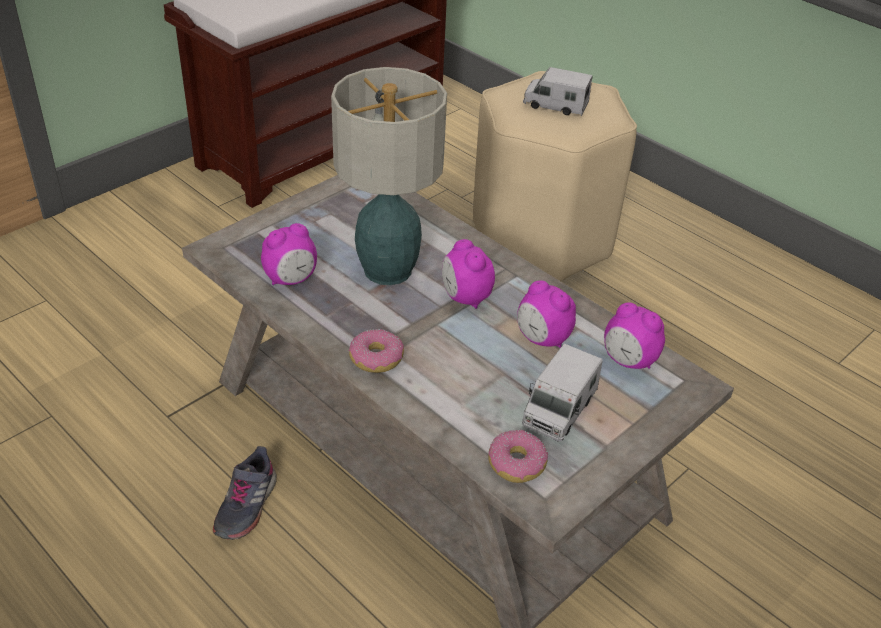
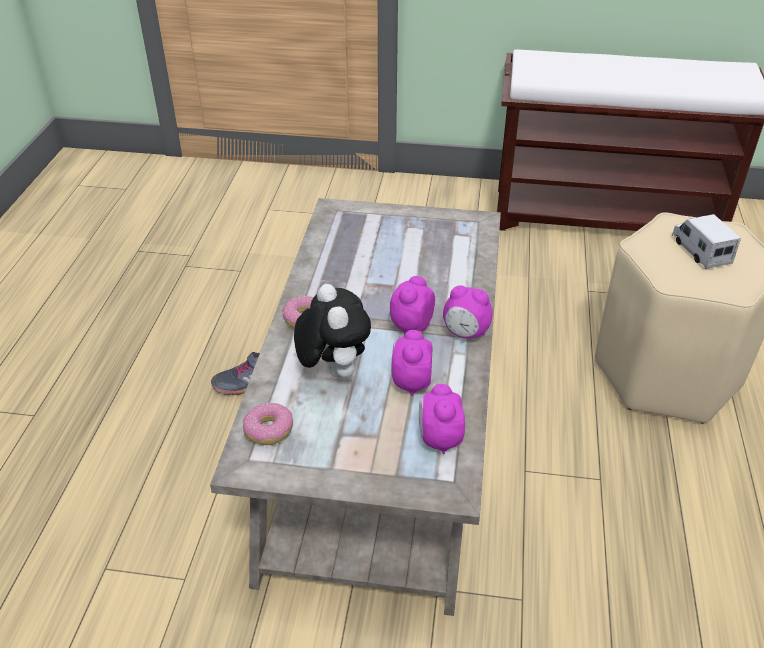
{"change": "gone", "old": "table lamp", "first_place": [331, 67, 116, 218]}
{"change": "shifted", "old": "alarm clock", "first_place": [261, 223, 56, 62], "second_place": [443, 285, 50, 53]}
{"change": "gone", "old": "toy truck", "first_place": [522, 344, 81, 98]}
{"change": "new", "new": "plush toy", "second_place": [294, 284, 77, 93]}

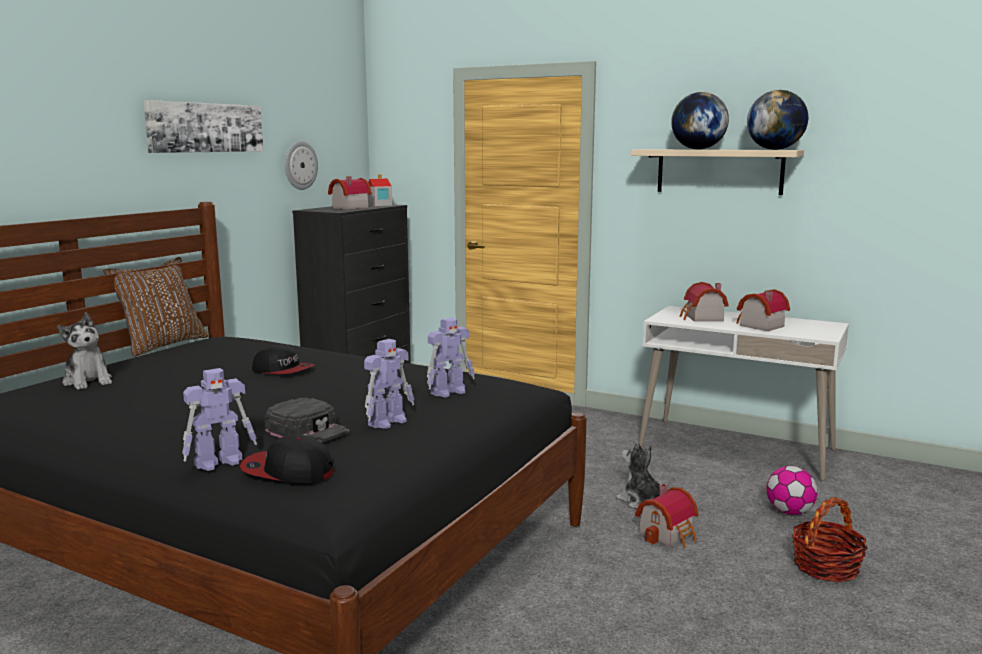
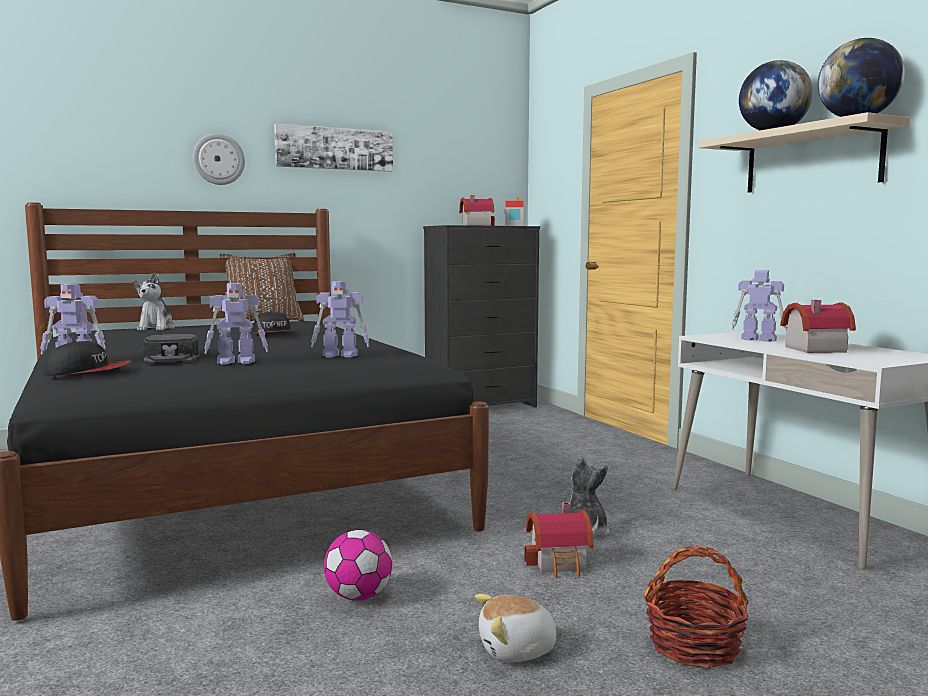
{"change": "shifted", "old": "wall clock", "first_place": [285, 141, 33, 49], "second_place": [193, 133, 52, 52]}
{"change": "swapped", "old": "toy house", "new": "toy robot", "first_place": [679, 282, 50, 40], "second_place": [732, 270, 56, 72]}
{"change": "rotated", "old": "cap", "first_place": [240, 434, 94, 49], "second_place": [44, 341, 87, 35], "degrees": 120}
{"change": "shifted", "old": "football", "first_place": [766, 466, 52, 49], "second_place": [324, 530, 68, 71]}
{"change": "new", "new": "plush toy", "second_place": [475, 594, 89, 68]}

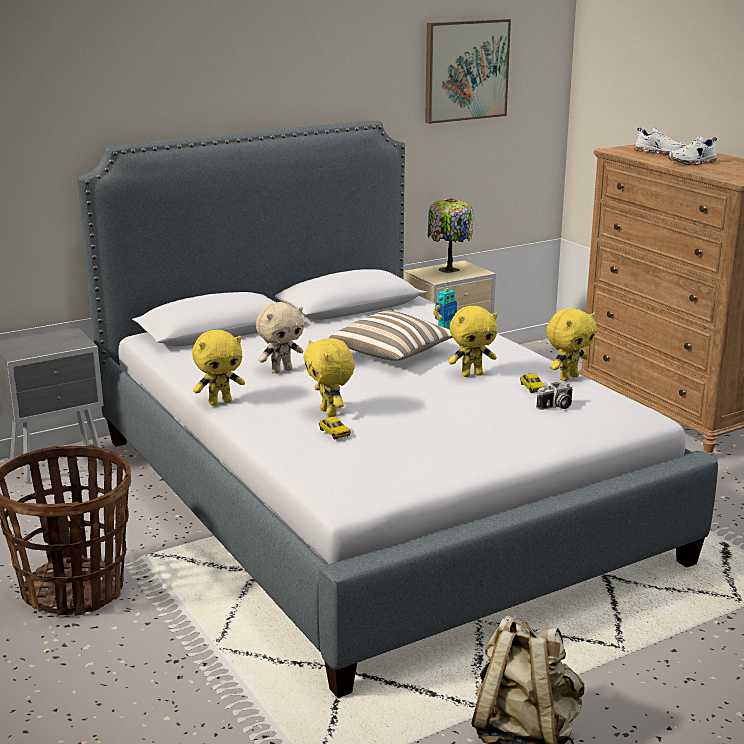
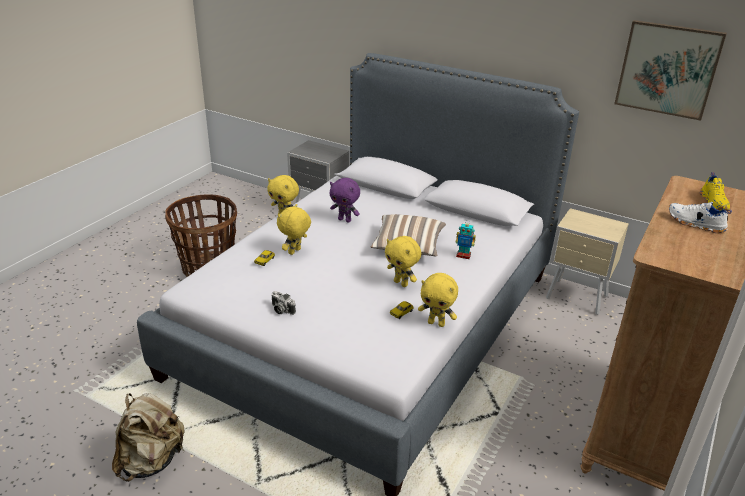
{"change": "repainted", "old": "shoe (white)", "new": "shoe (yellow)", "first_place": [634, 128, 52, 27], "second_place": [700, 172, 30, 39]}
{"change": "gone", "old": "table lamp", "first_place": [428, 198, 46, 75]}
{"change": "repainted", "old": "plush toy (beige)", "new": "plush toy (purple)", "first_place": [256, 302, 48, 72], "second_place": [330, 178, 30, 45]}
{"change": "shifted", "old": "photo camera", "first_place": [536, 382, 37, 28], "second_place": [272, 291, 24, 24]}

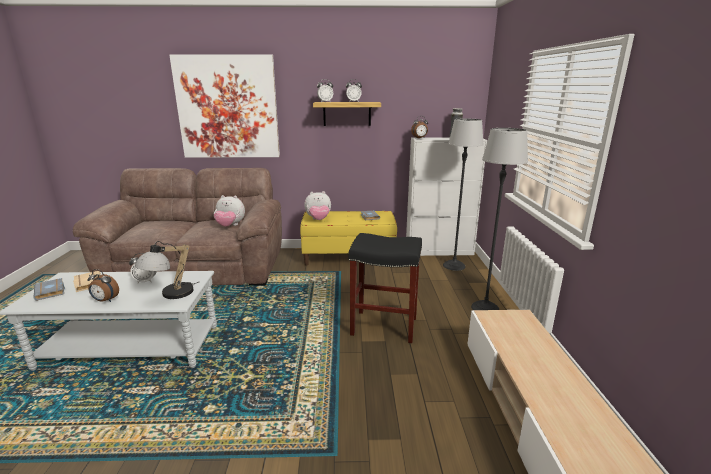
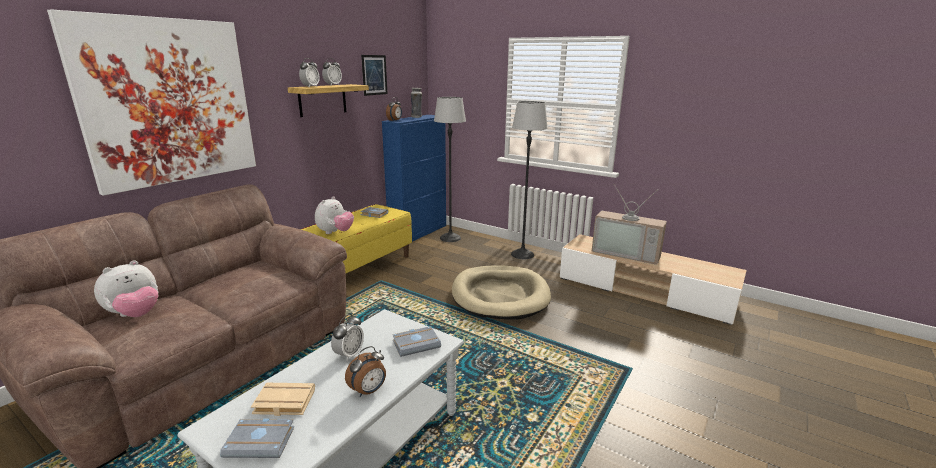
{"change": "repainted", "old": "cabinet (white)", "new": "cabinet (blue)", "first_place": [406, 137, 81, 119], "second_place": [382, 115, 64, 126]}
{"change": "shifted", "old": "plush toy", "first_place": [214, 195, 31, 32], "second_place": [94, 260, 64, 57]}
{"change": "swapped", "old": "stool (black)", "new": "dog bed (beige)", "first_place": [348, 233, 74, 110], "second_place": [452, 265, 99, 55]}
{"change": "swapped", "old": "table lamp", "new": "book (grey)", "first_place": [135, 241, 64, 58], "second_place": [392, 326, 49, 31]}
{"change": "new", "new": "picture", "second_place": [361, 55, 26, 41]}
{"change": "new", "new": "television", "second_place": [592, 186, 75, 79]}

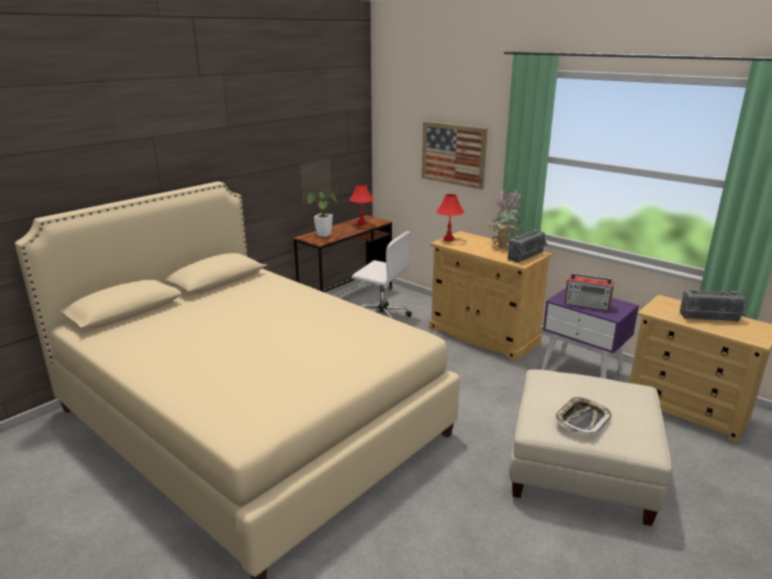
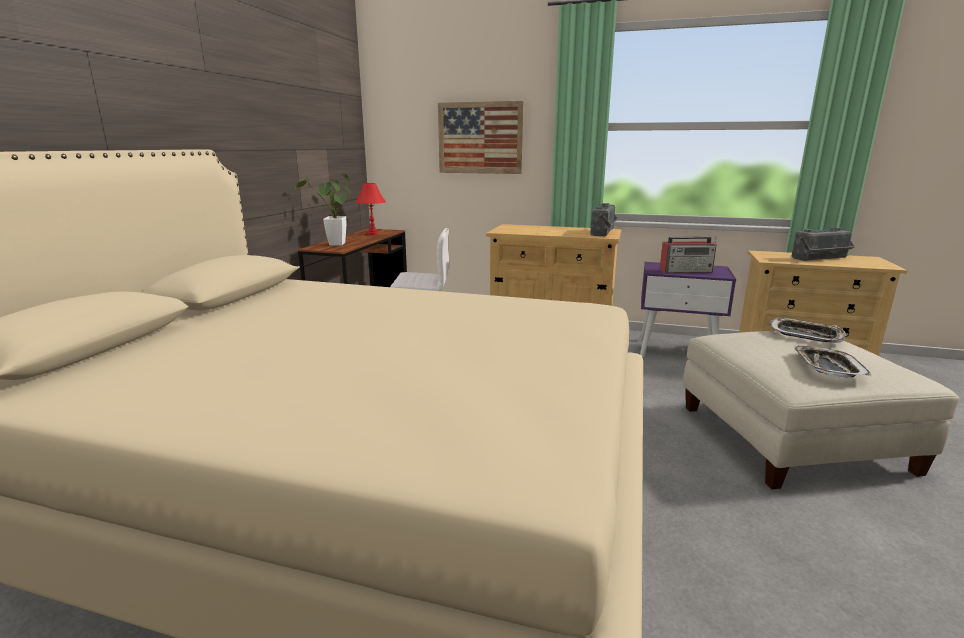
{"change": "gone", "old": "potted plant", "first_place": [489, 188, 34, 62]}
{"change": "gone", "old": "table lamp (red)", "first_place": [436, 194, 28, 47]}
{"change": "new", "new": "tray", "second_place": [769, 318, 77, 25]}

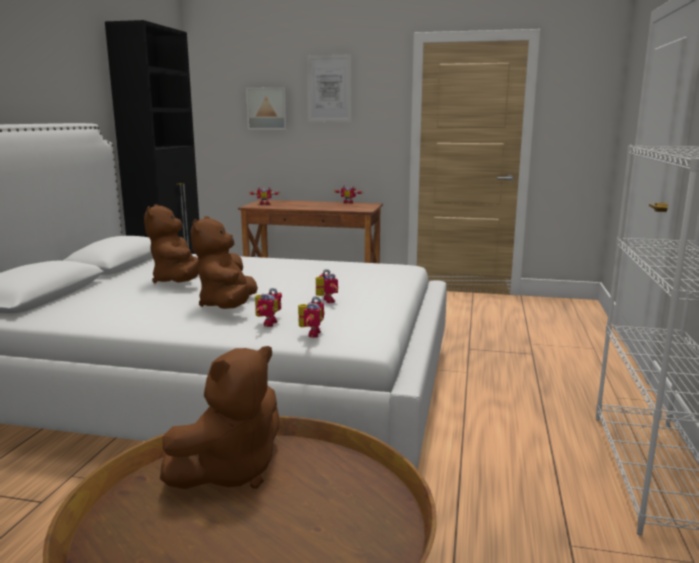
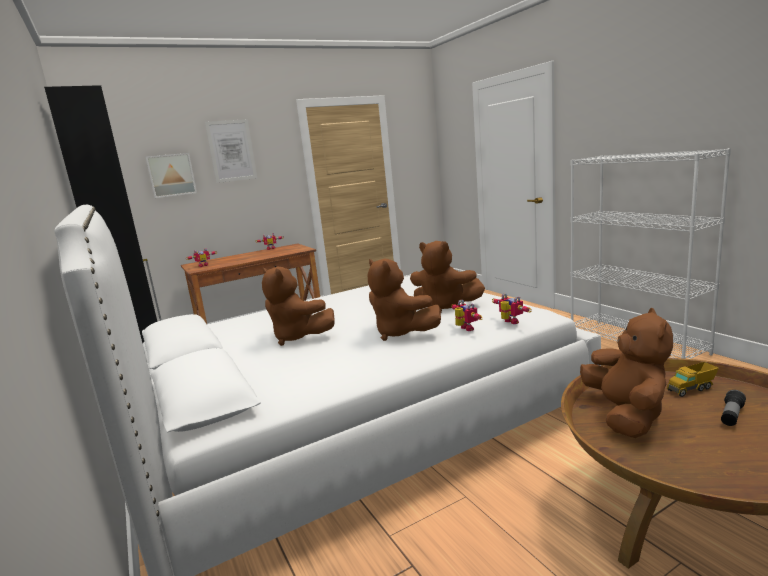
{"change": "swapped", "old": "toy robot", "new": "plush toy (brown)", "first_place": [316, 269, 22, 34], "second_place": [410, 241, 75, 71]}
{"change": "new", "new": "toy truck", "second_place": [667, 362, 52, 35]}
{"change": "new", "new": "flashlight", "second_place": [721, 390, 25, 36]}

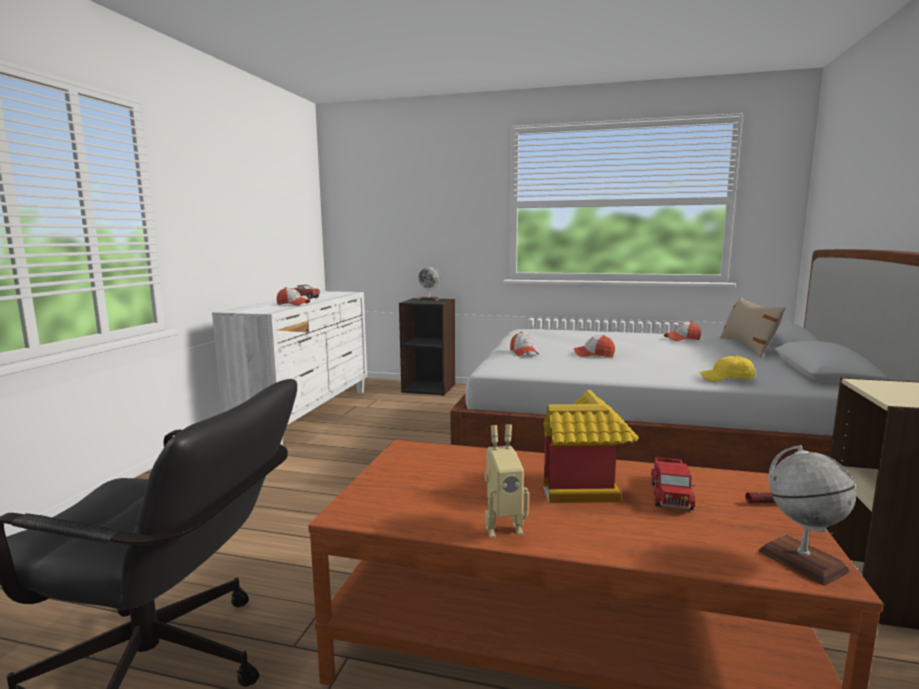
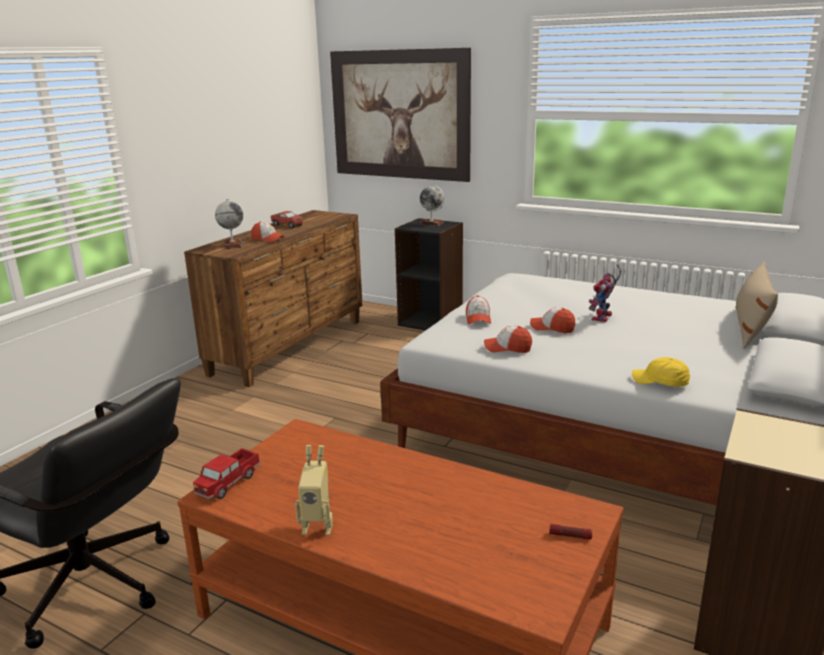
{"change": "repainted", "old": "dresser (white)", "new": "dresser (brown)", "first_place": [212, 291, 155, 154], "second_place": [184, 210, 178, 177]}
{"change": "shifted", "old": "cap", "first_place": [664, 321, 37, 20], "second_place": [484, 325, 48, 28]}
{"change": "gone", "old": "toy house", "first_place": [543, 390, 96, 113]}
{"change": "shifted", "old": "globe", "first_place": [758, 445, 98, 141], "second_place": [215, 199, 28, 50]}
{"change": "shifted", "old": "toy truck", "first_place": [651, 457, 45, 53], "second_place": [193, 448, 68, 51]}
{"change": "new", "new": "picture", "second_place": [330, 48, 141, 134]}
{"change": "new", "new": "toy robot", "second_place": [589, 264, 32, 58]}

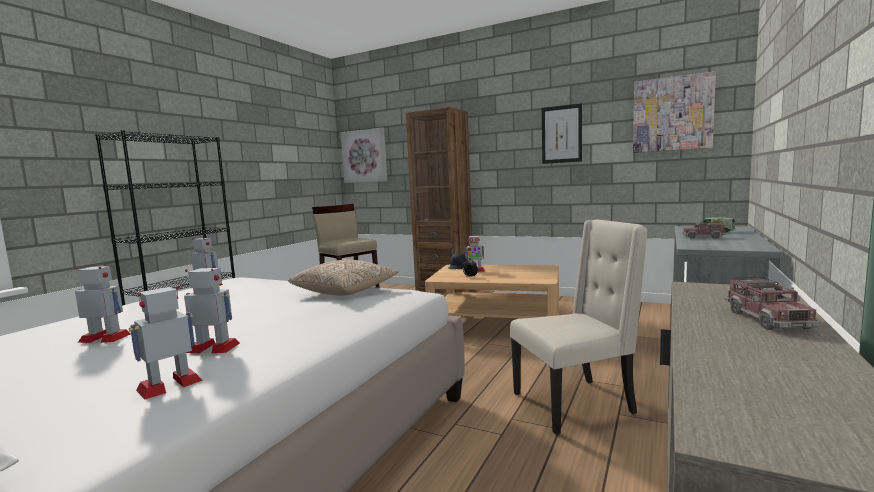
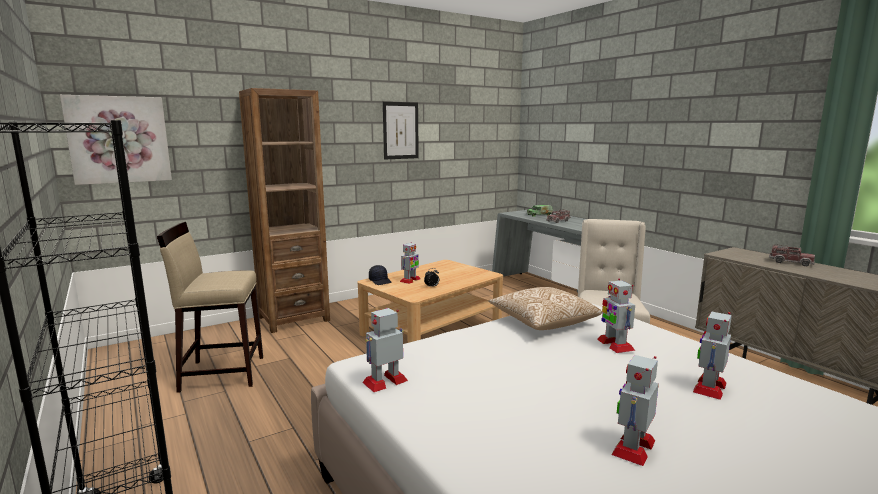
{"change": "gone", "old": "picture", "first_place": [633, 71, 83, 82]}
{"change": "shifted", "old": "toy robot", "first_place": [129, 286, 74, 114], "second_place": [597, 278, 38, 75]}

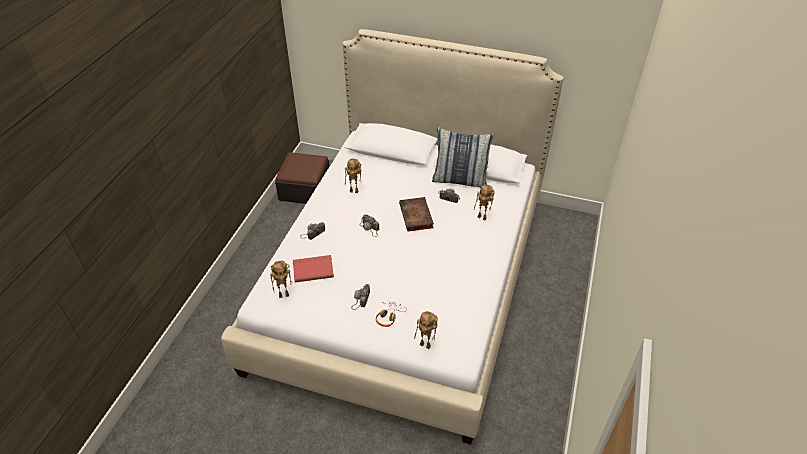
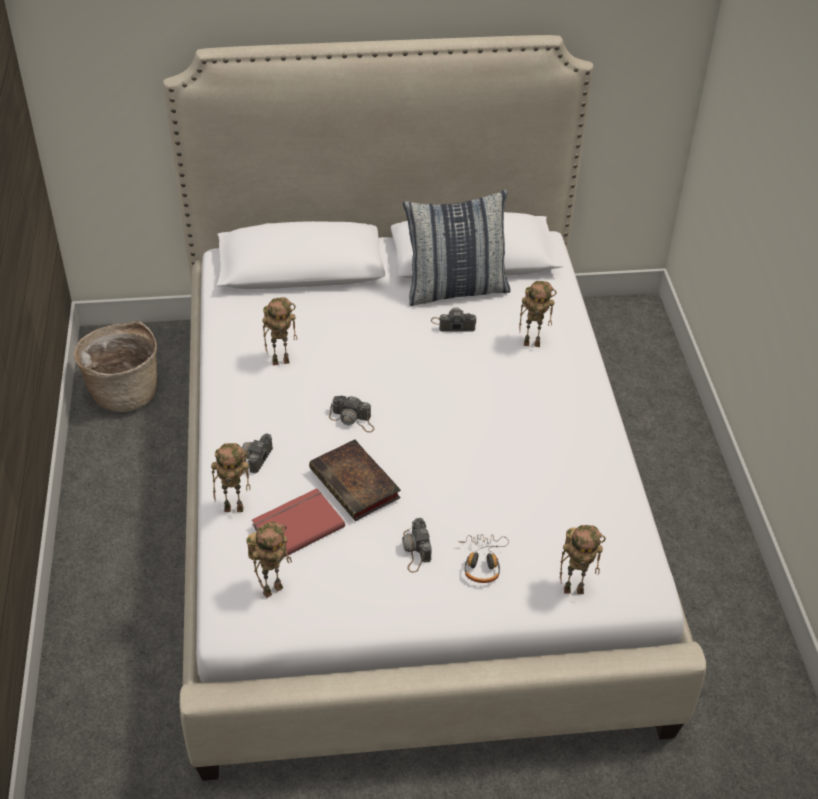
{"change": "swapped", "old": "ottoman", "new": "basket", "first_place": [275, 152, 55, 52], "second_place": [74, 321, 83, 91]}
{"change": "shifted", "old": "book", "first_place": [399, 197, 35, 34], "second_place": [309, 440, 92, 81]}
{"change": "new", "new": "toy robot", "second_place": [211, 443, 39, 69]}

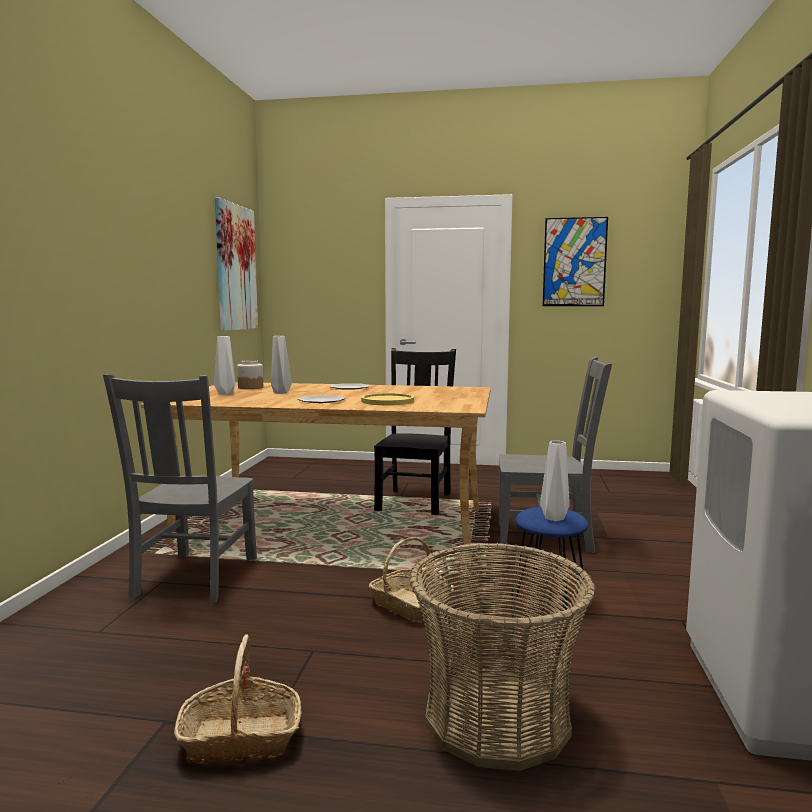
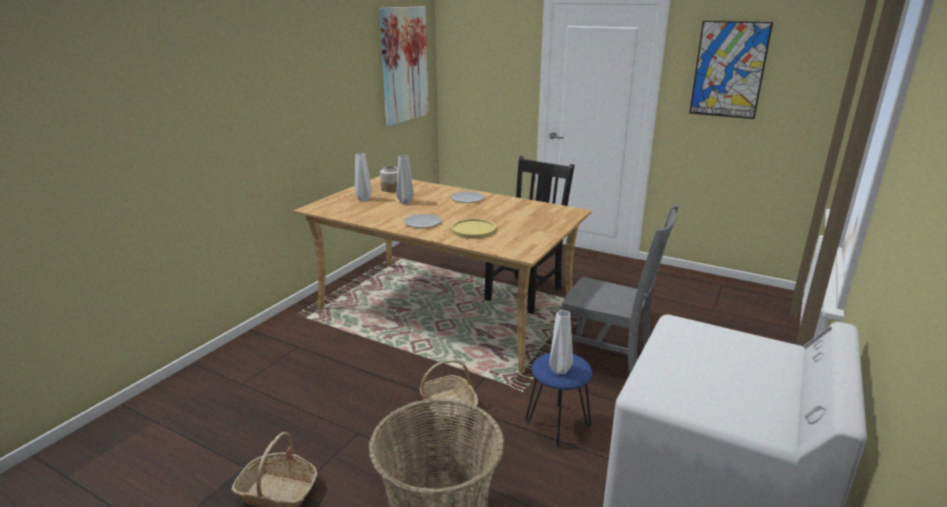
{"change": "gone", "old": "chair (grey)", "first_place": [103, 374, 154, 229]}

